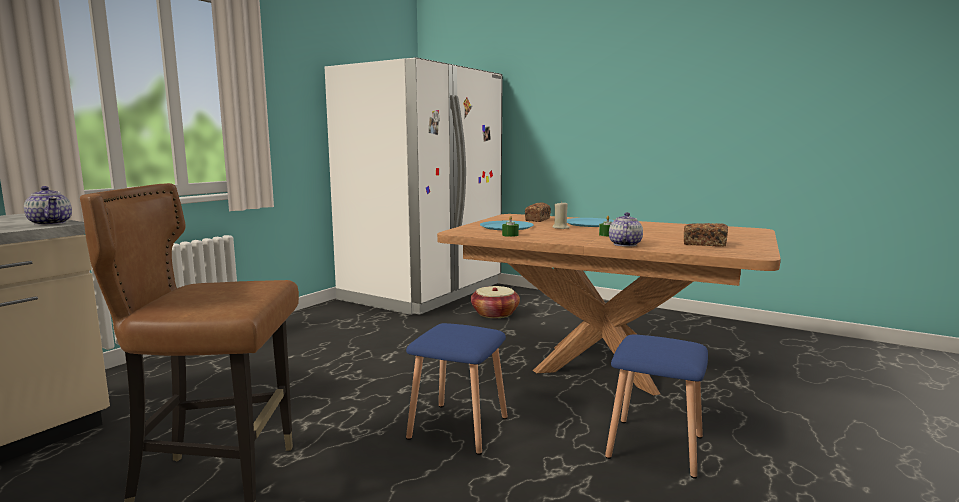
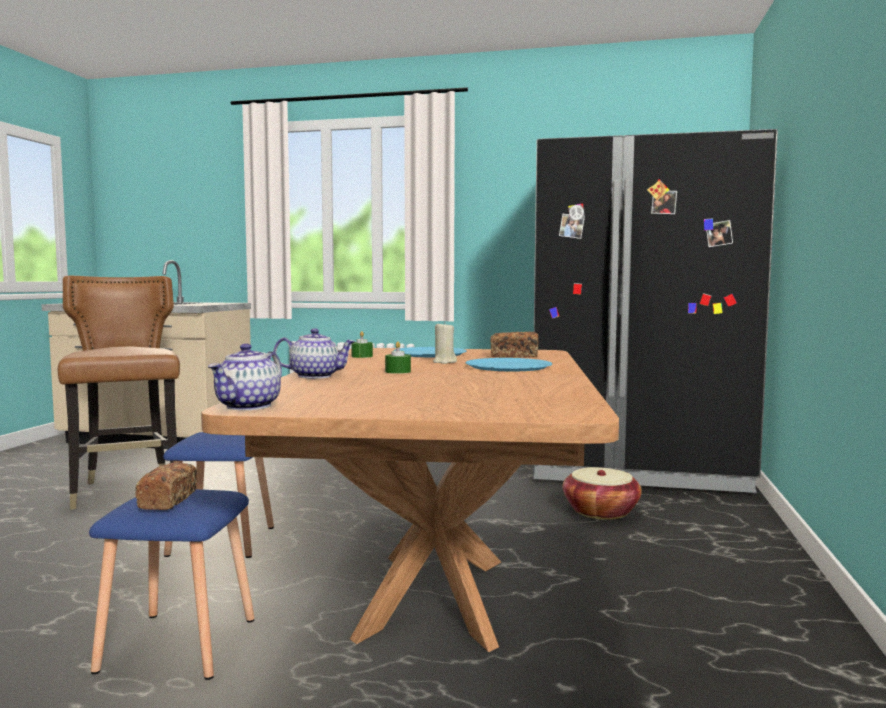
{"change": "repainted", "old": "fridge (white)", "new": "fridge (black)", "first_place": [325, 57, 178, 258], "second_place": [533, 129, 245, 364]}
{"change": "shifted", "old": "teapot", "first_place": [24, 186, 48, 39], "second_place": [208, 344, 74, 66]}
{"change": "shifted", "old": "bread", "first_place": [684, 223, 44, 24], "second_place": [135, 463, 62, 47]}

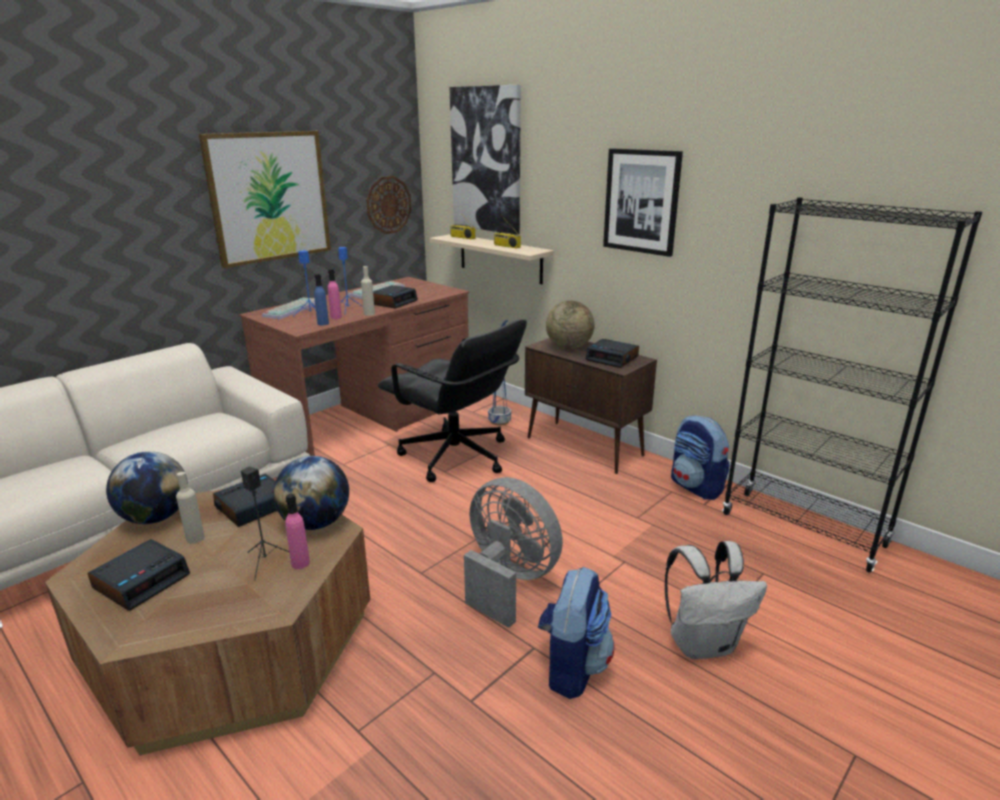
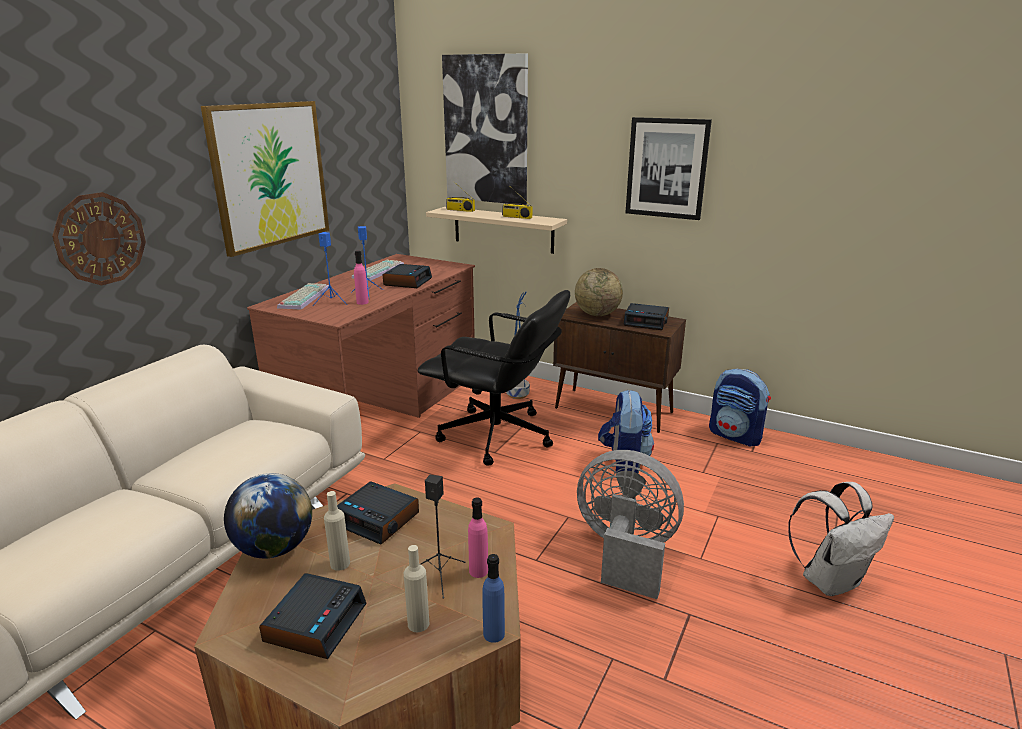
{"change": "shifted", "old": "wall clock", "first_place": [366, 176, 45, 58], "second_place": [52, 192, 94, 93]}
{"change": "gone", "old": "bookcase (black)", "first_place": [722, 197, 260, 376]}
{"change": "shifted", "old": "bottle (beige)", "first_place": [361, 266, 14, 50], "second_place": [404, 545, 26, 87]}
{"change": "shifted", "old": "bottle (blue)", "first_place": [314, 274, 15, 51], "second_place": [482, 554, 23, 89]}
{"change": "gone", "old": "globe", "first_place": [273, 456, 76, 74]}
{"change": "rotated", "old": "alarm clock", "first_place": [213, 474, 64, 53], "second_place": [337, 481, 82, 64], "degrees": -90}
{"change": "shifted", "old": "backpack", "first_place": [538, 567, 77, 132], "second_place": [598, 390, 56, 83]}

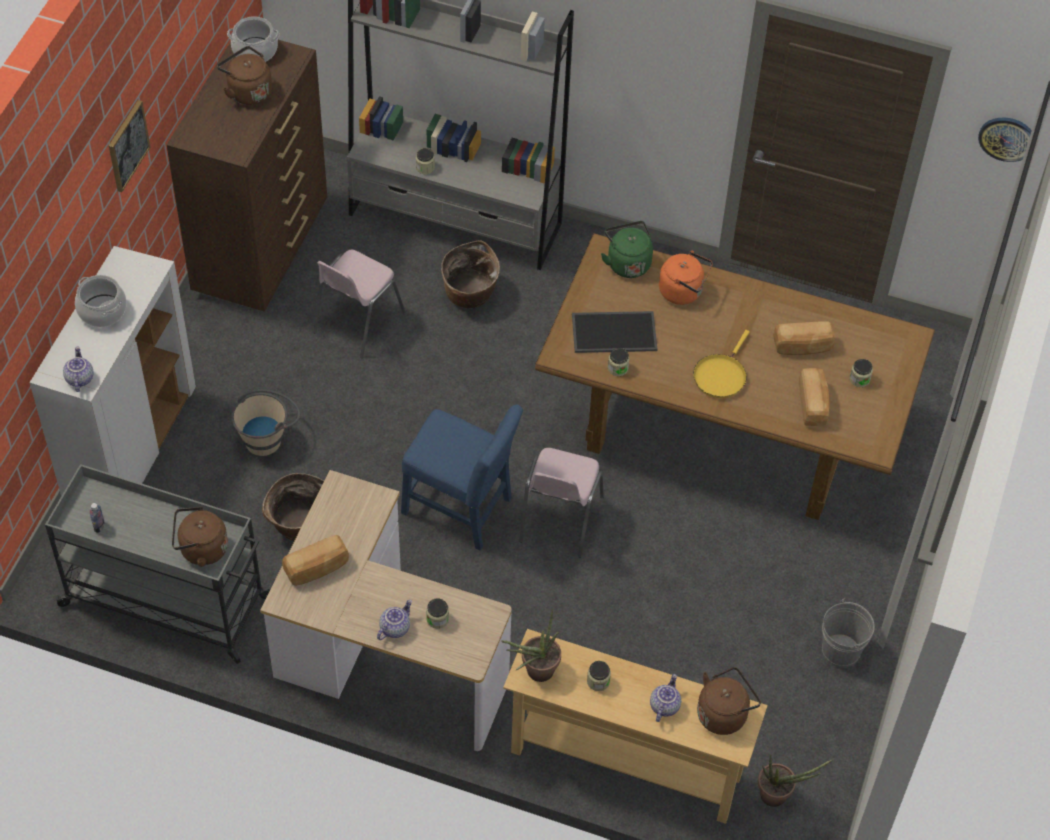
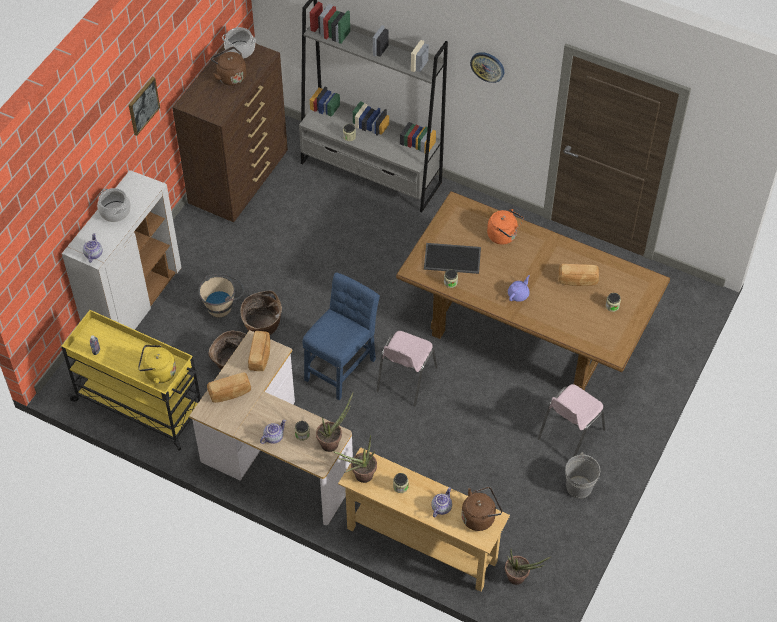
{"change": "shifted", "old": "wall clock", "first_place": [978, 118, 54, 44], "second_place": [470, 52, 34, 31]}
{"change": "gone", "old": "kettle (green)", "first_place": [601, 221, 52, 57]}
{"change": "shifted", "old": "basket", "first_place": [441, 240, 59, 68], "second_place": [241, 291, 41, 44]}
{"change": "shifted", "old": "chair (pink)", "first_place": [313, 250, 92, 108], "second_place": [538, 384, 67, 73]}
{"change": "swapped", "old": "frying pan (yellow)", "new": "teapot (purple)", "first_place": [693, 330, 57, 68], "second_place": [508, 275, 22, 27]}
{"change": "shifted", "old": "bread", "first_place": [799, 368, 31, 58], "second_place": [248, 331, 22, 40]}
{"change": "rotated", "old": "chair (blue)", "first_place": [401, 404, 122, 147], "second_place": [303, 273, 77, 127], "degrees": -90}
{"change": "repainted", "old": "cart (grey)", "new": "cart (yellow)", "first_place": [45, 464, 225, 200], "second_place": [61, 310, 140, 141]}
{"change": "repainted", "old": "kettle (brown)", "new": "kettle (yellow)", "first_place": [172, 507, 56, 60], "second_place": [138, 345, 38, 39]}
{"change": "new", "new": "potted plant", "second_place": [316, 392, 37, 60]}

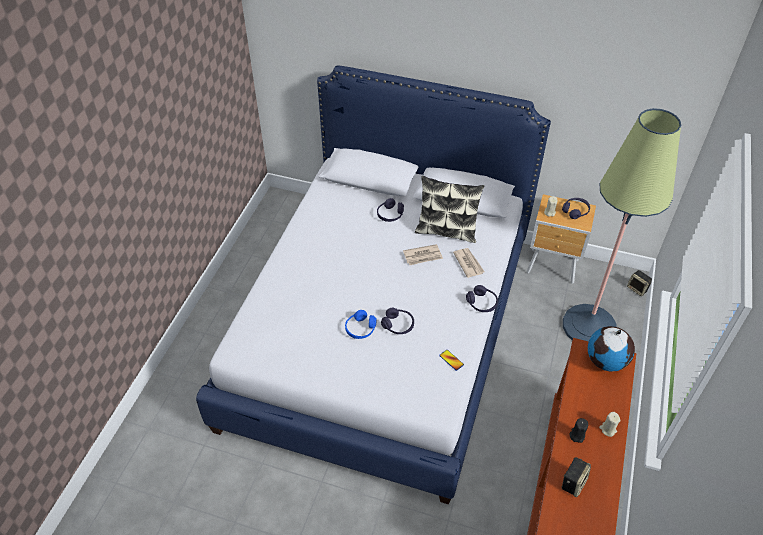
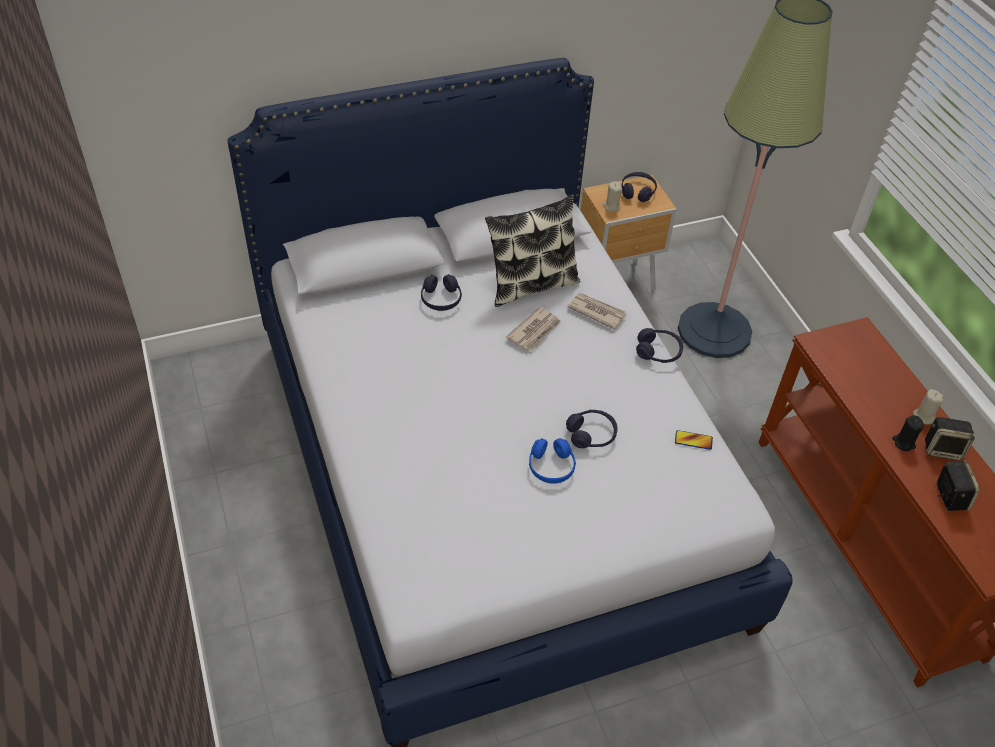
{"change": "shifted", "old": "speaker", "first_place": [627, 270, 25, 26], "second_place": [925, 417, 50, 44]}
{"change": "gone", "old": "globe", "first_place": [588, 326, 47, 46]}

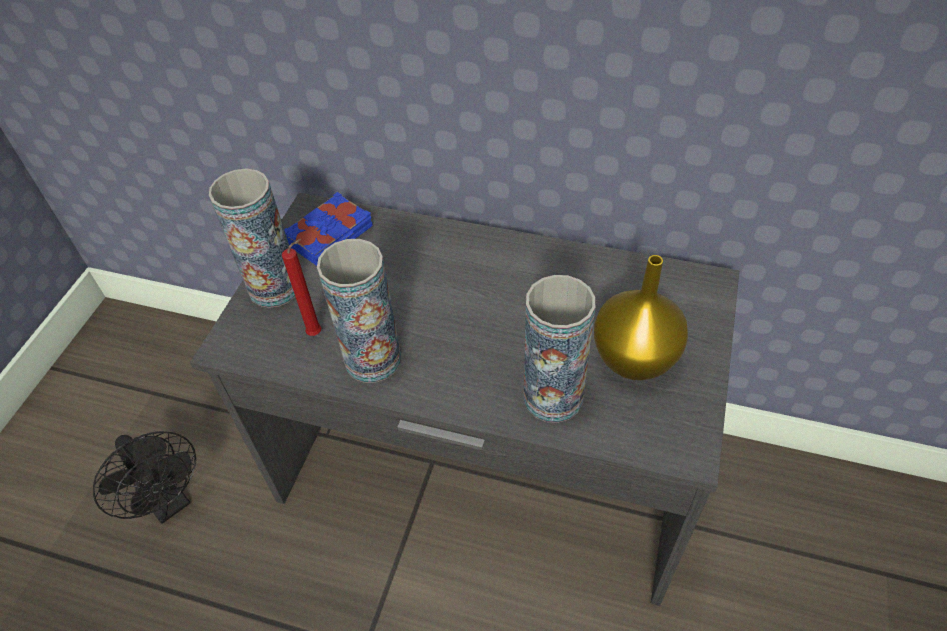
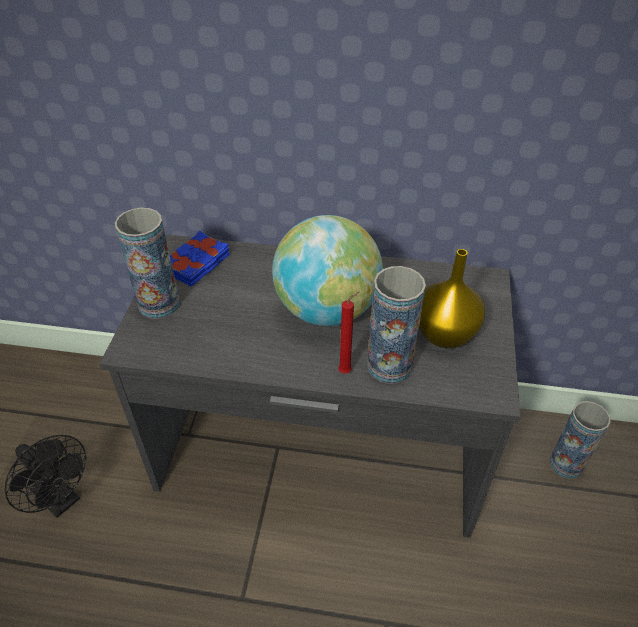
{"change": "shifted", "old": "candle (red)", "first_place": [282, 239, 39, 97], "second_place": [338, 292, 21, 82]}
{"change": "shifted", "old": "vase", "first_place": [317, 239, 84, 144], "second_place": [550, 401, 60, 78]}
{"change": "new", "new": "globe", "second_place": [272, 215, 111, 111]}

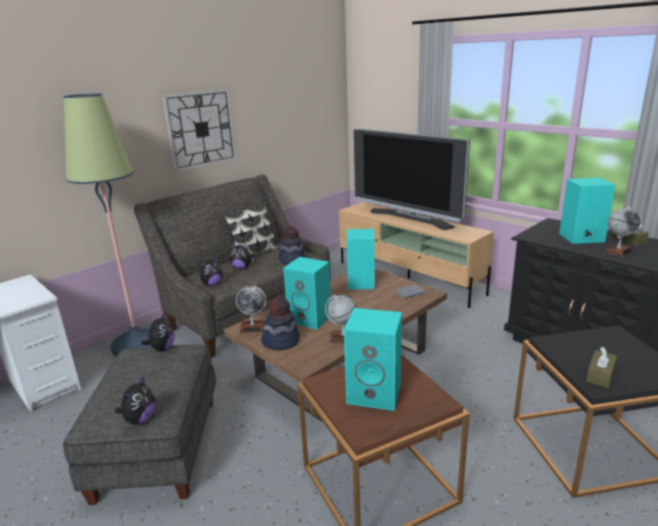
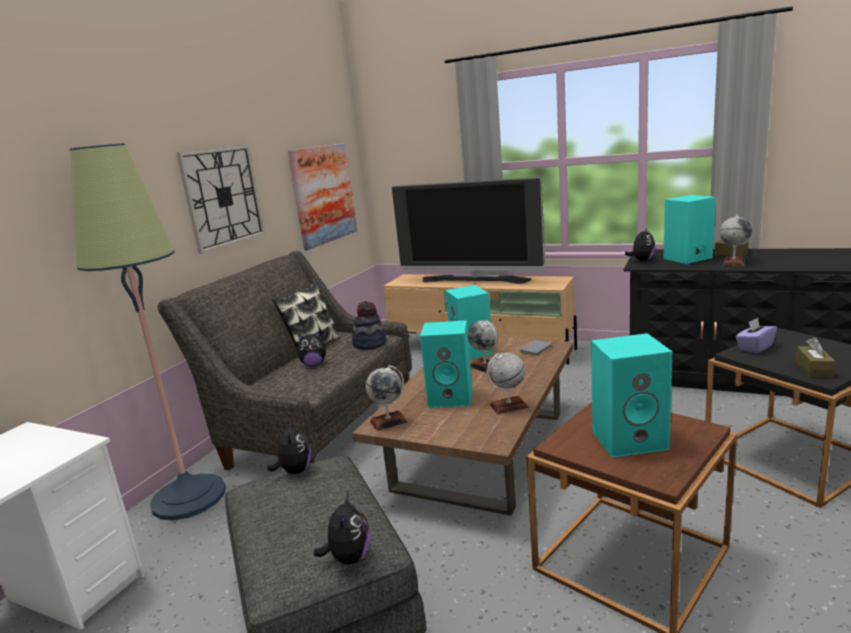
{"change": "shifted", "old": "plush toy", "first_place": [200, 257, 23, 29], "second_place": [625, 228, 31, 33]}
{"change": "gone", "old": "hat", "first_place": [261, 298, 39, 52]}
{"change": "new", "new": "picture", "second_place": [288, 143, 69, 107]}
{"change": "new", "new": "tissue box (purple)", "second_place": [736, 318, 41, 36]}
{"change": "new", "new": "globe", "second_place": [468, 320, 30, 53]}

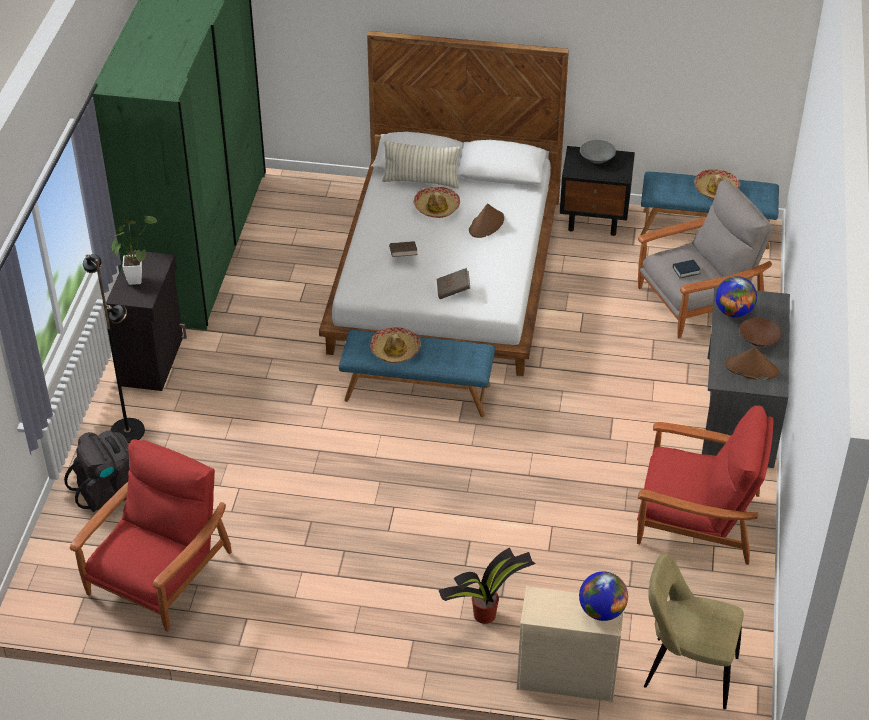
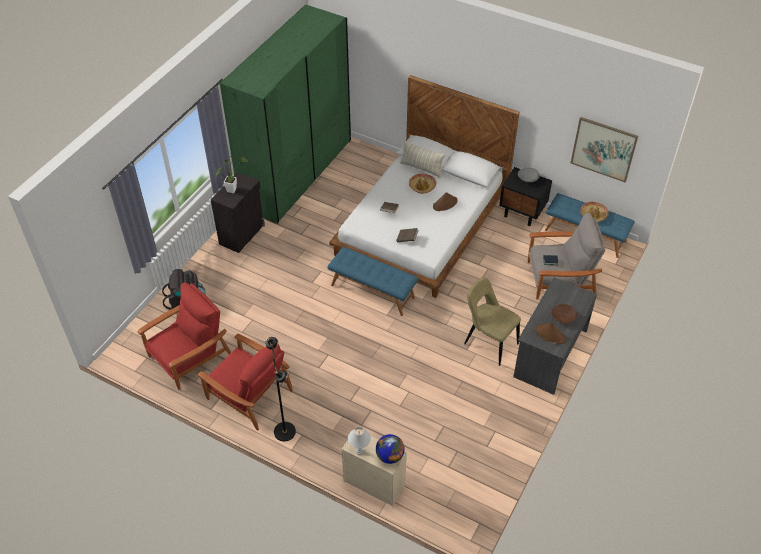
{"change": "shifted", "old": "floor lamp (black)", "first_place": [83, 254, 62, 189], "second_place": [266, 337, 30, 104]}
{"change": "gone", "old": "globe", "first_place": [715, 276, 42, 42]}
{"change": "gone", "old": "hat", "first_place": [370, 327, 51, 36]}
{"change": "shifted", "old": "armchair (red)", "first_place": [637, 405, 137, 160], "second_place": [197, 334, 96, 97]}
{"change": "gone", "old": "potted plant", "first_place": [439, 547, 97, 77]}
{"change": "shifted", "old": "chair (beige)", "first_place": [644, 554, 100, 156], "second_place": [464, 277, 57, 89]}
{"change": "new", "new": "picture", "second_place": [571, 117, 67, 65]}
{"change": "new", "new": "table lamp (white)", "second_place": [348, 427, 23, 28]}

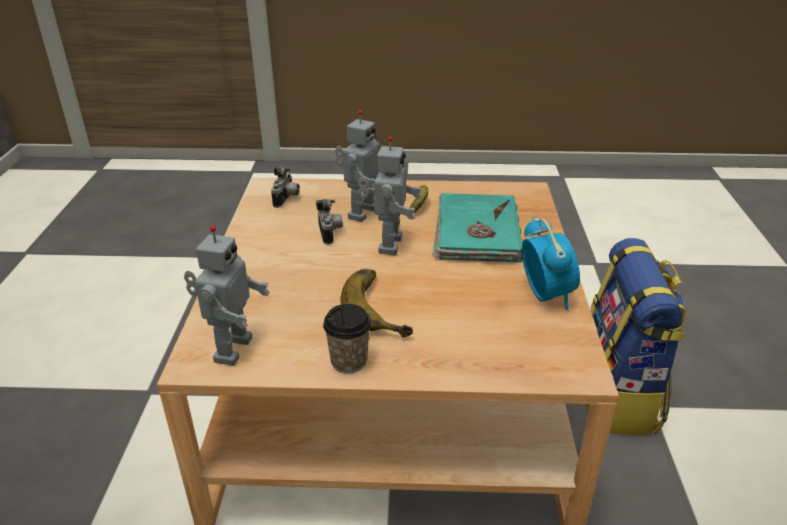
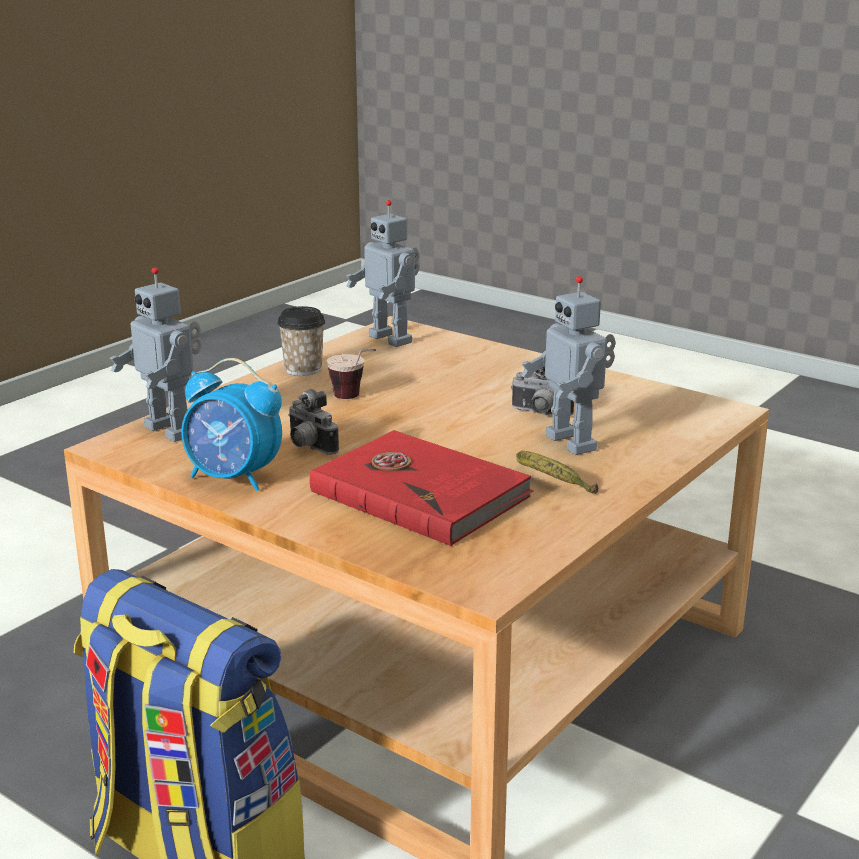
{"change": "shifted", "old": "toy robot", "first_place": [358, 136, 64, 119], "second_place": [110, 267, 92, 175]}
{"change": "shifted", "old": "photo camera", "first_place": [271, 166, 29, 42], "second_place": [288, 389, 51, 66]}
{"change": "repainted", "old": "book (turquoise)", "new": "book (red)", "first_place": [432, 193, 91, 70], "second_place": [310, 430, 224, 116]}
{"change": "swapped", "old": "banana", "new": "cup", "first_place": [341, 269, 72, 68], "second_place": [327, 349, 49, 50]}

